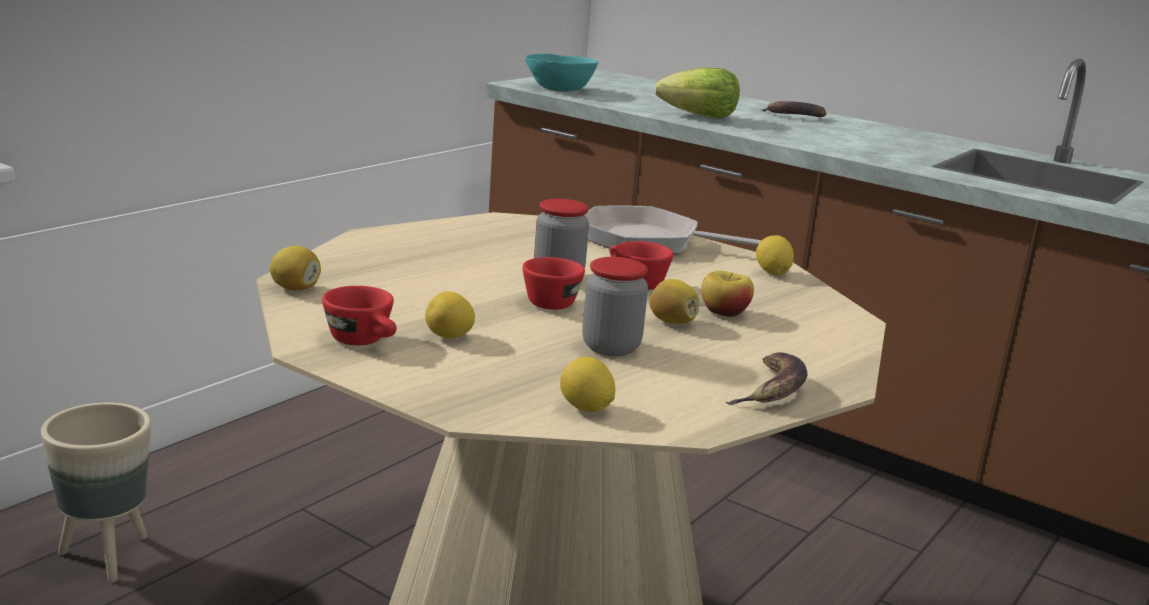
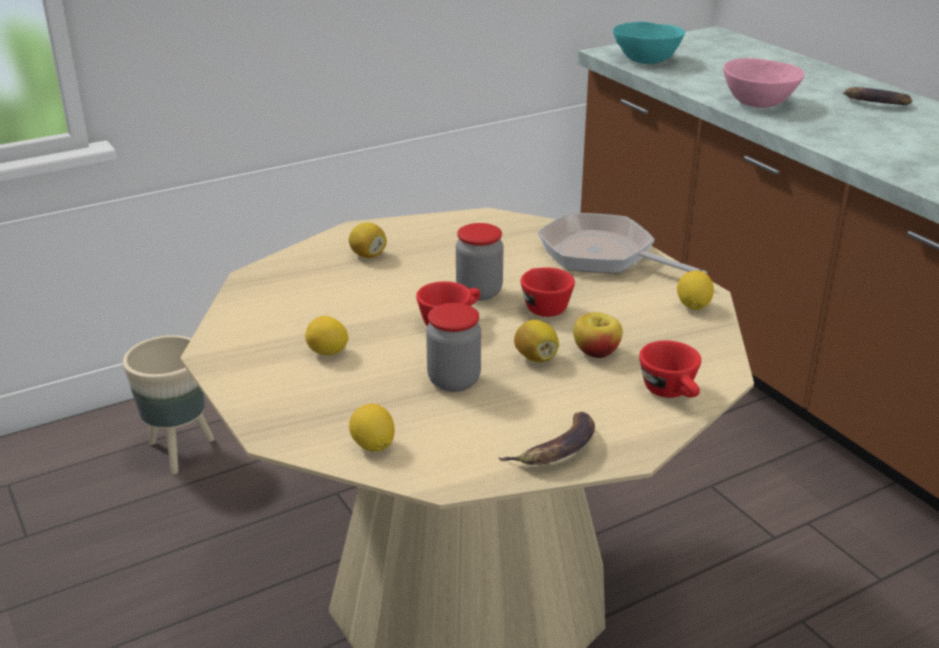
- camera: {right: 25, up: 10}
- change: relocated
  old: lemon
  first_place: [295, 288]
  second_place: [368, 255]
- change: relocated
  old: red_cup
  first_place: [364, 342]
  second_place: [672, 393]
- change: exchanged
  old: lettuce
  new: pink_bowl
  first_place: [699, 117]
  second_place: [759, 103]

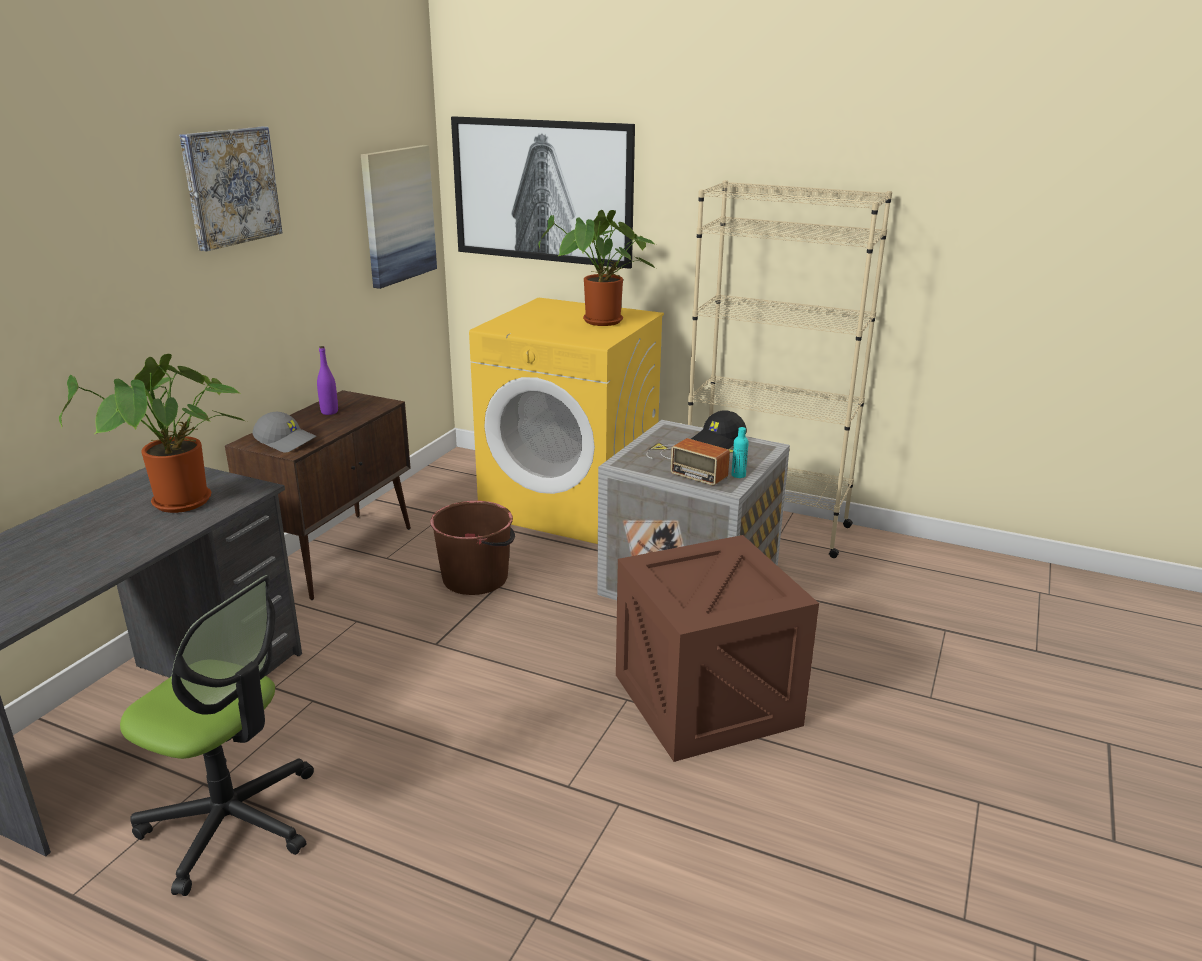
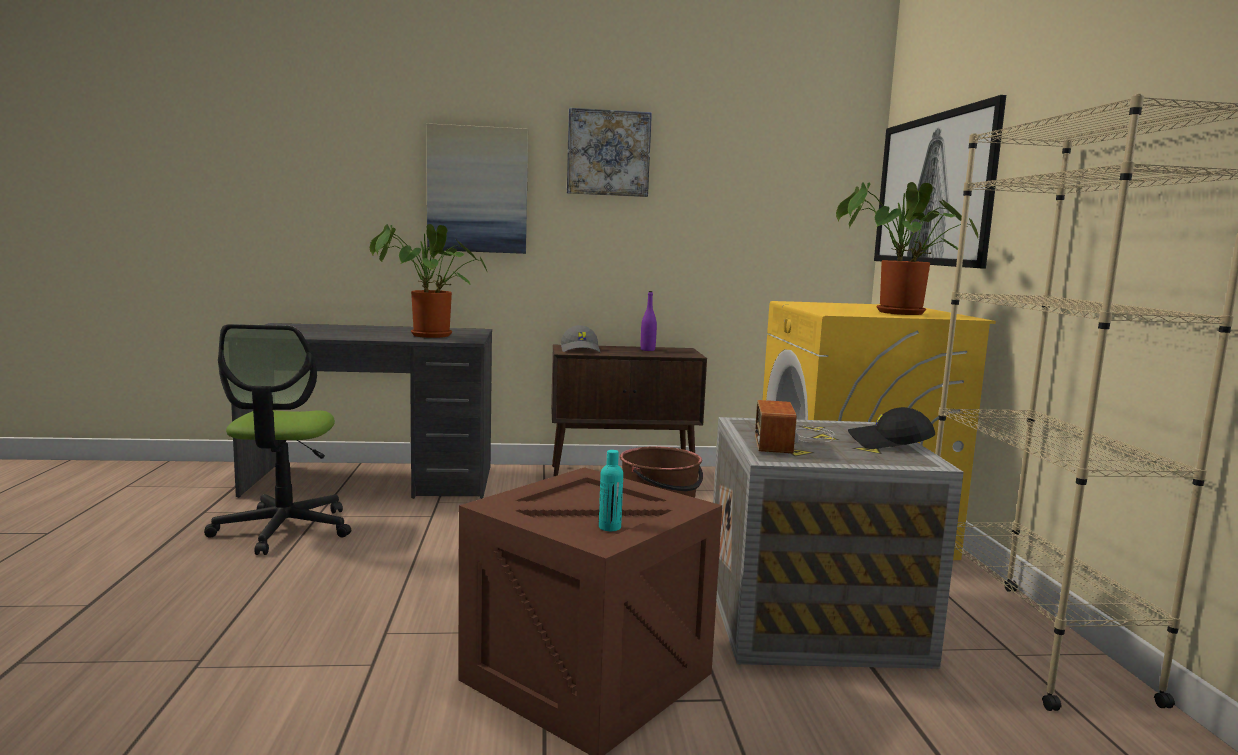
- camera: {right: 60, up: -15}
- change: relocated
  old: picture
  first_place: [398, 215]
  second_place: [477, 190]
- change: relocated
  old: turquoise_bottle
  first_place: [738, 475]
  second_place: [609, 527]

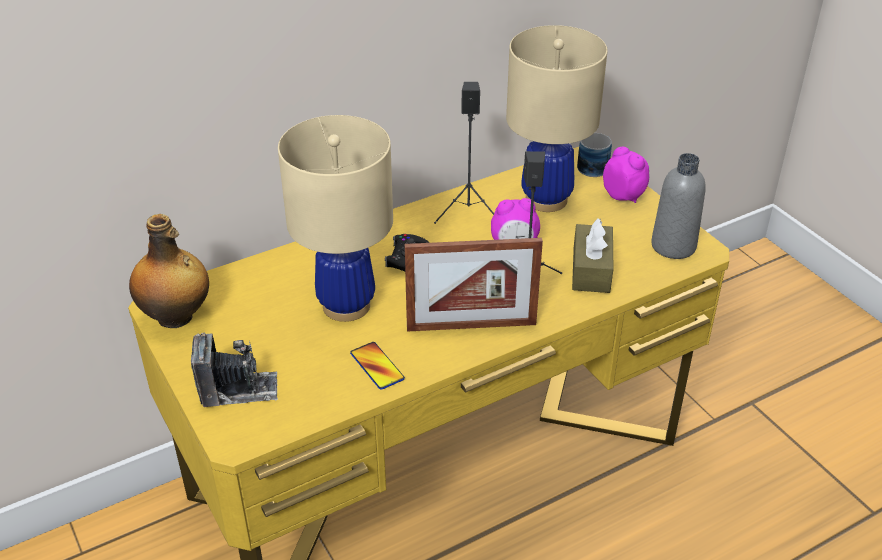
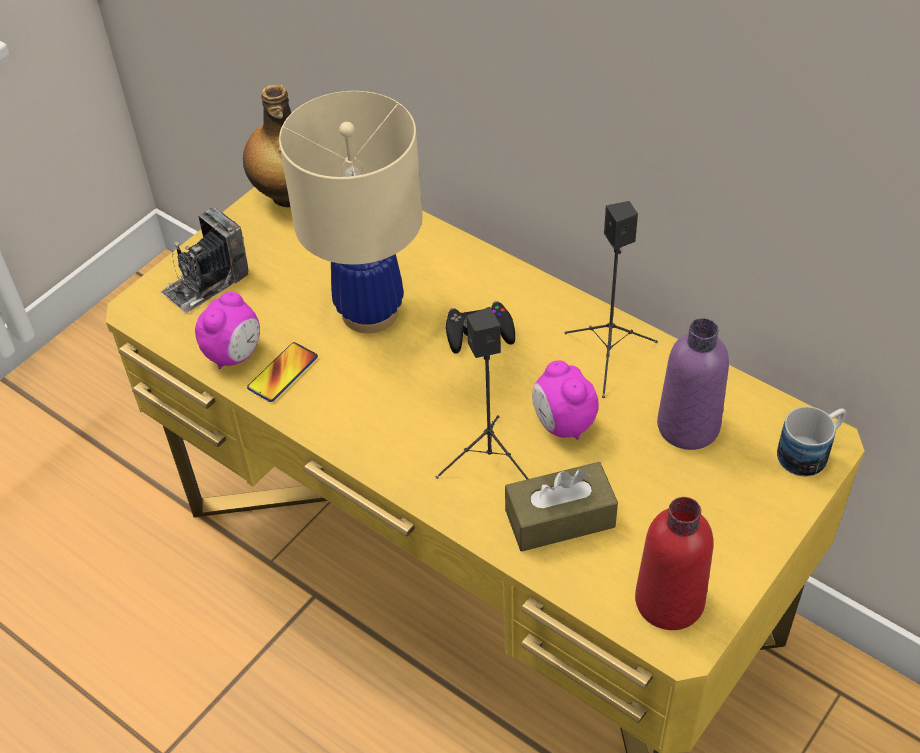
- camera: {right: 70, up: 10}
- change: spun
  old: photo_camera
  first_place: [239, 389]
  second_place: [206, 282]
  degrees: 75
- change: relocated
  old: alarm_clock
  first_place: [624, 195]
  second_place: [234, 354]
- change: colour
  old: grey_bottle
  new: red_bottle
  first_place: [673, 246]
  second_place: [669, 601]
- change: exchanged
  old: beige_table_lamp
  new: purple_bottle
  first_place: [546, 199]
  second_place: [688, 426]
- change: missing
  old: picture_frame
  first_place: [471, 326]

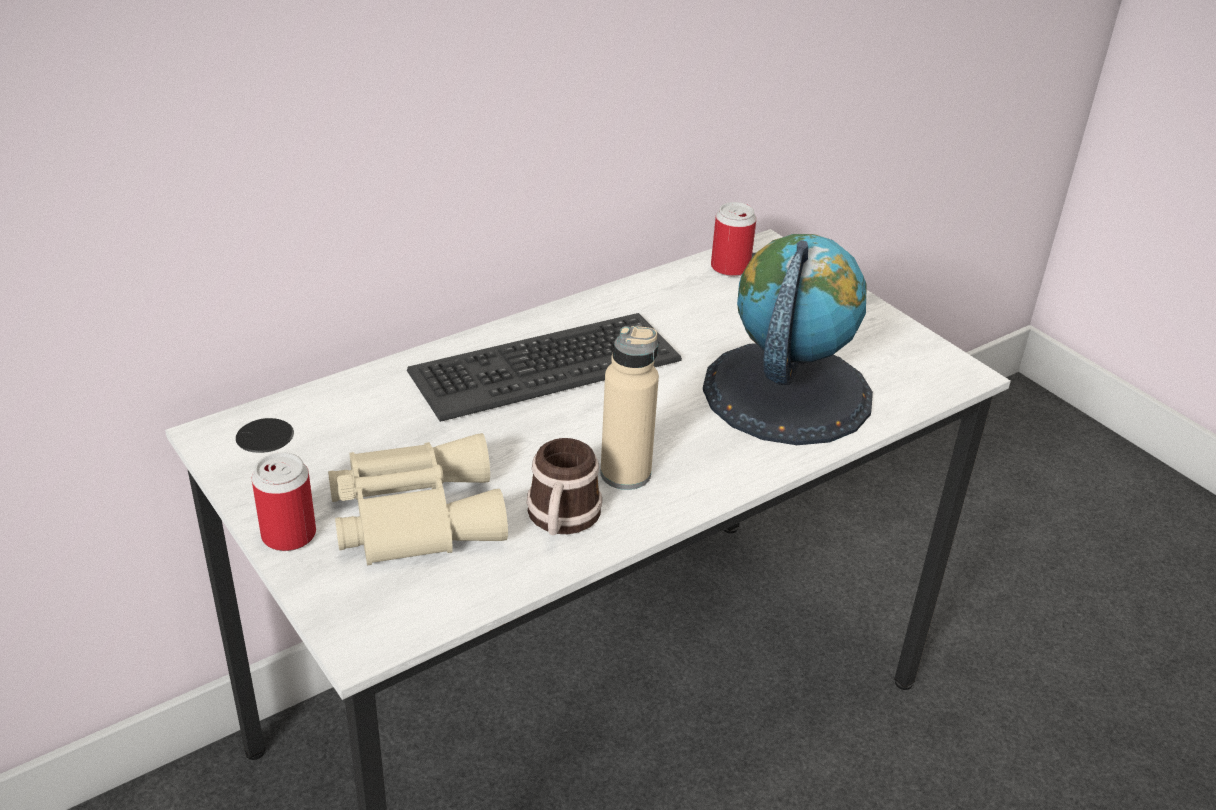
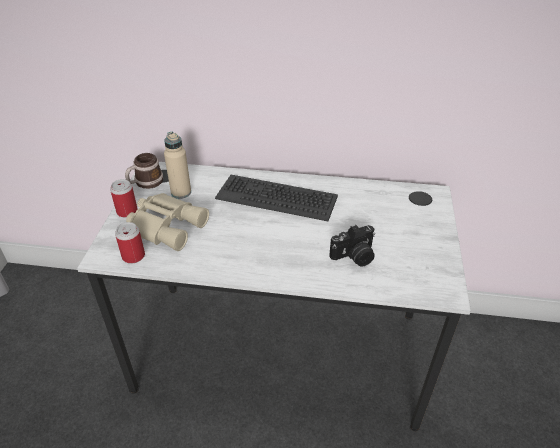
- camera: {right: 45, up: 5}
- change: relocated
  old: can
  first_place: [730, 268]
  second_place: [133, 256]
- change: relocated
  old: mug
  first_place: [561, 520]
  second_place: [145, 182]
- change: relocated
  old: beige_bottle
  first_place: [625, 474]
  second_place: [181, 192]
- change: exchanged
  old: globe
  new: photo_camera
  first_place: [786, 392]
  second_place: [354, 257]

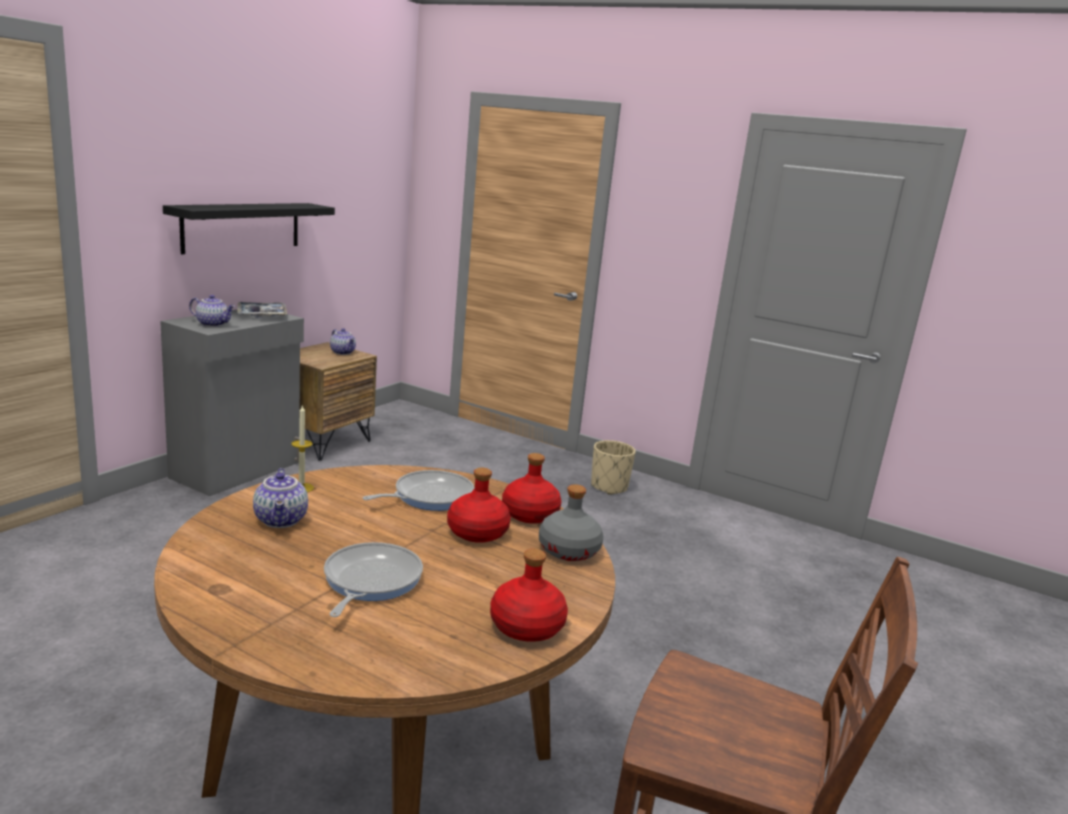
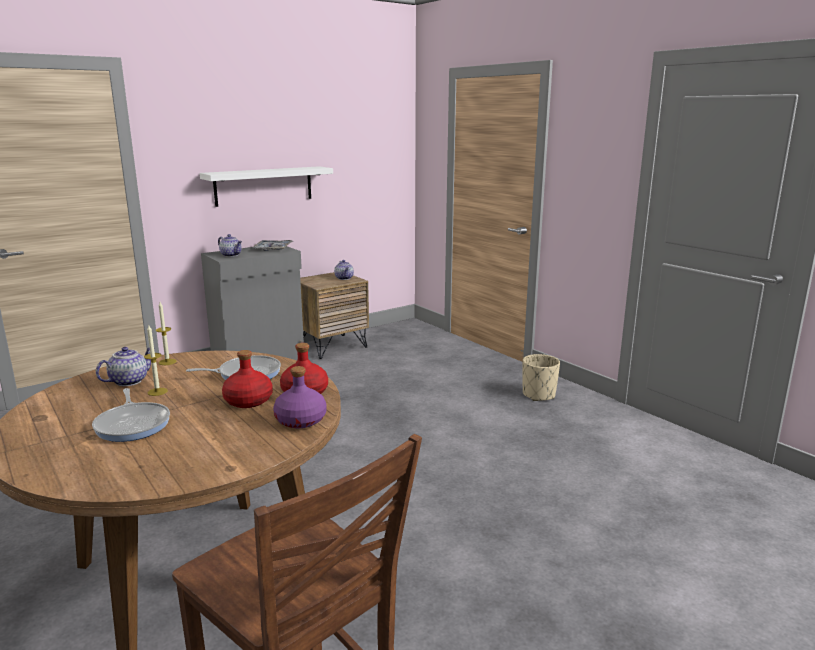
- camera: {right: 25, up: 0}
- change: spun
  old: frying_pan
  first_place: [370, 581]
  second_place: [133, 424]
  degrees: 120
- change: spun
  old: teapot
  first_place: [282, 520]
  second_place: [129, 381]
  degrees: -150
- change: appeared
  new: candle
  second_place: [157, 392]
- change: colour
  old: black_shelf
  new: white_shelf
  first_place: [242, 227]
  second_place: [264, 186]
- change: colour
  old: grey_bottle
  new: purple_bottle
  first_place: [569, 551]
  second_place: [300, 420]
- change: missing
  old: red_bottle
  first_place: [527, 626]

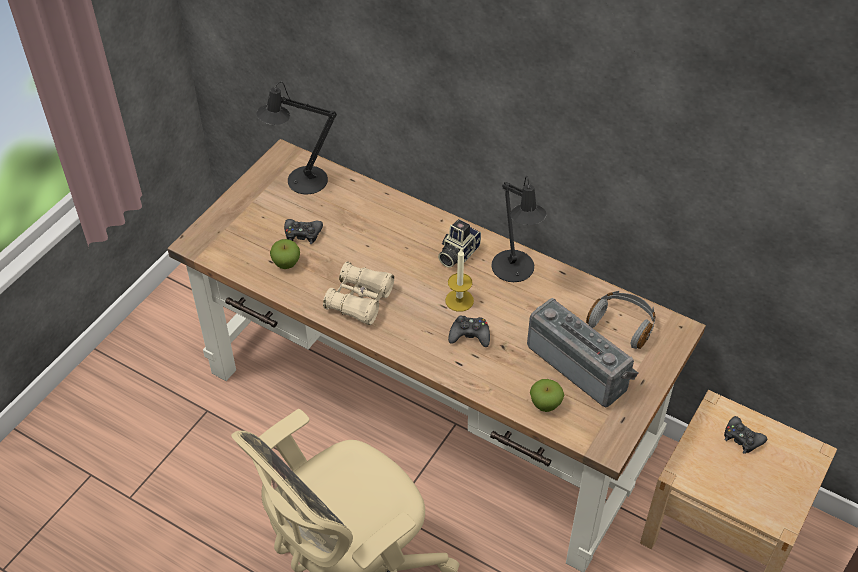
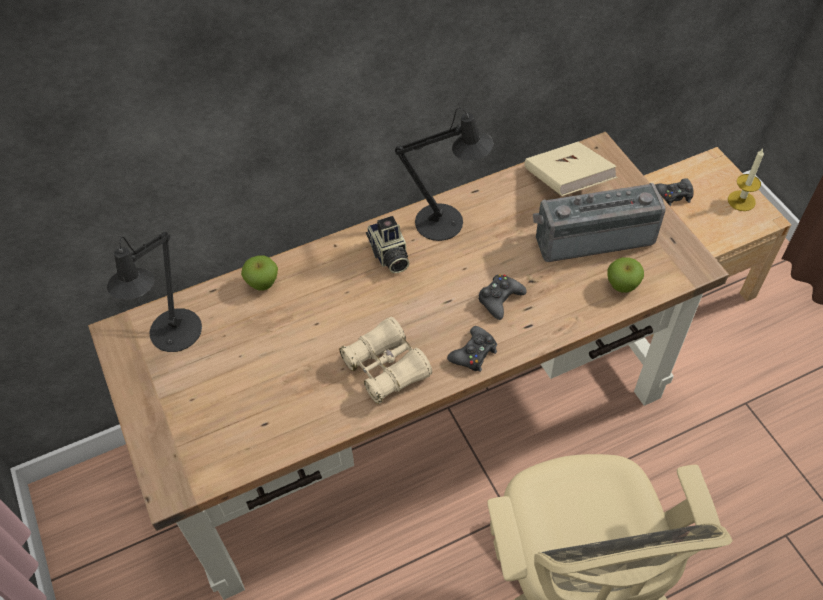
- camera: {right: -55, up: 5}
- change: relocated
  old: apple
  first_place: [286, 264]
  second_place: [263, 283]
- change: relocated
  old: black_game_controller
  first_place: [303, 234]
  second_place: [474, 353]
- change: exchanged
  old: grey_headphones
  new: beige_book
  first_place: [622, 324]
  second_place: [566, 183]
- change: relocated
  old: candle
  first_place: [459, 300]
  second_place: [741, 201]

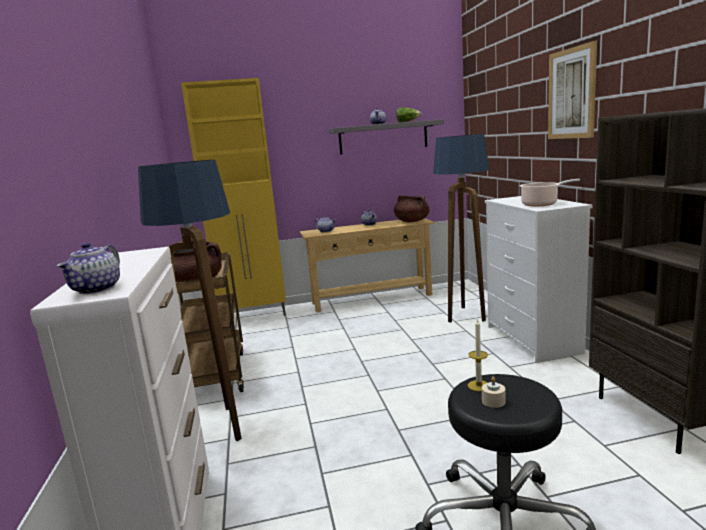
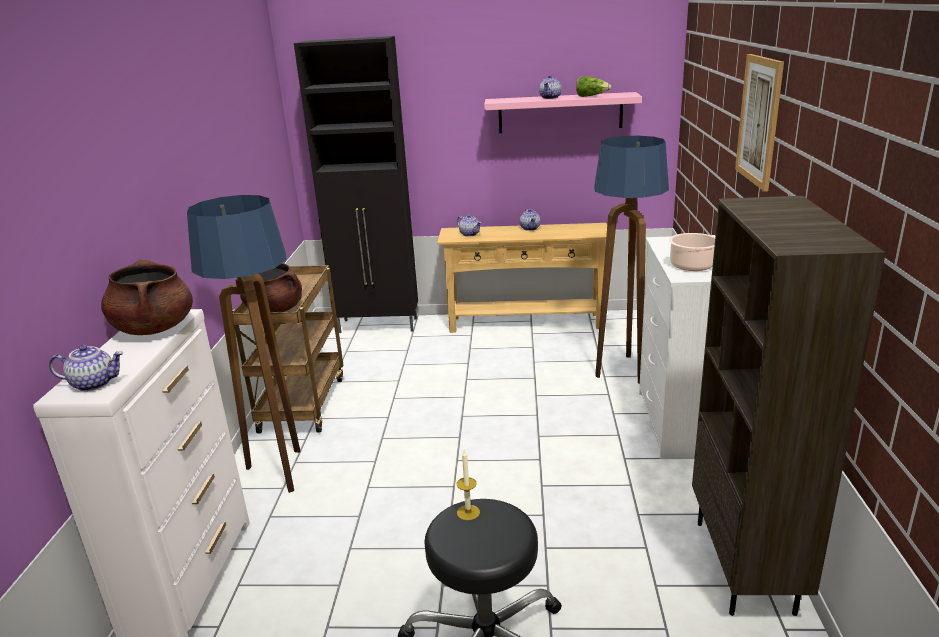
- camera: {right: 15, up: 10}
- change: spun
  old: teapot
  first_place: [96, 289]
  second_place: [94, 383]
  degrees: -120
- change: relocated
  old: brown_cooking_pot
  first_place: [411, 221]
  second_place: [154, 328]
- change: colour
  old: yellow_cabinet
  new: black_cabinet
  first_place: [255, 316]
  second_place: [379, 326]
- change: colour
  old: grey_shelf
  new: pink_shelf
  first_place: [383, 137]
  second_place: [560, 113]
- change: missing
  old: beige_candle
  first_place: [493, 401]

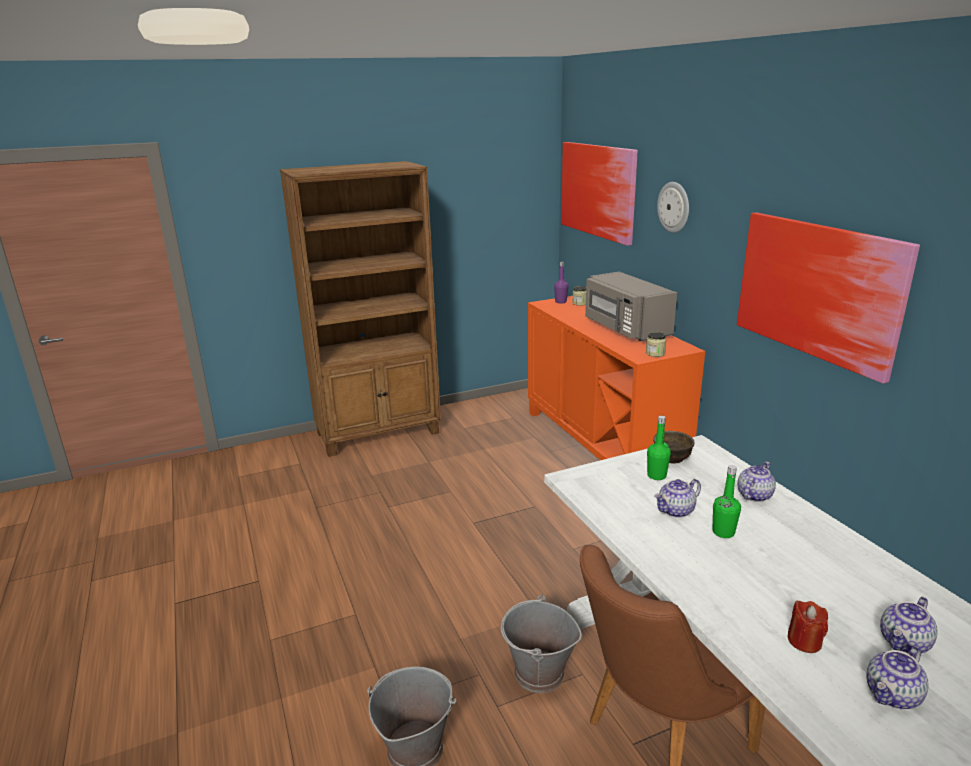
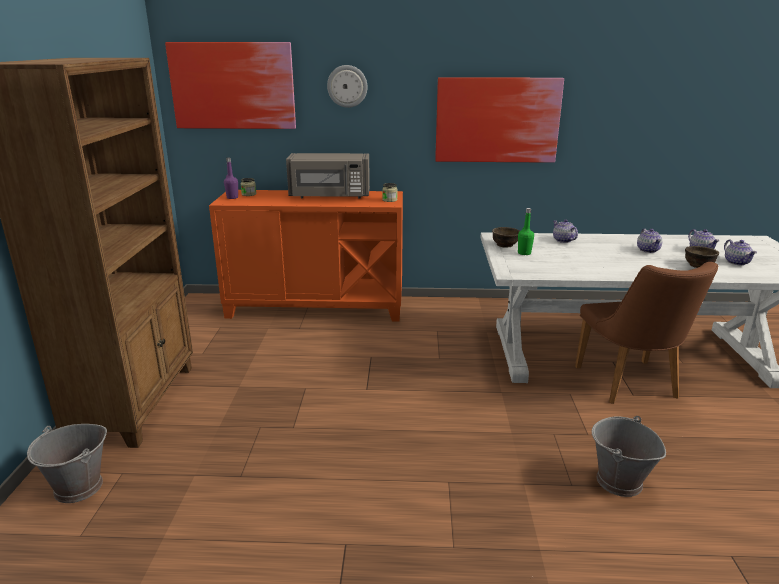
- camera: {right: -65, up: 0}
- change: relocated
  old: grey_bucket
  first_place: [538, 674]
  second_place: [78, 488]
- change: relocated
  old: teapot
  first_place: [676, 511]
  second_place: [648, 250]
- change: exchanged
  old: red_candle
  new: brown_bowl
  first_place: [804, 641]
  second_place: [698, 265]
- change: missing
  old: green_bottle
  first_place: [723, 532]

